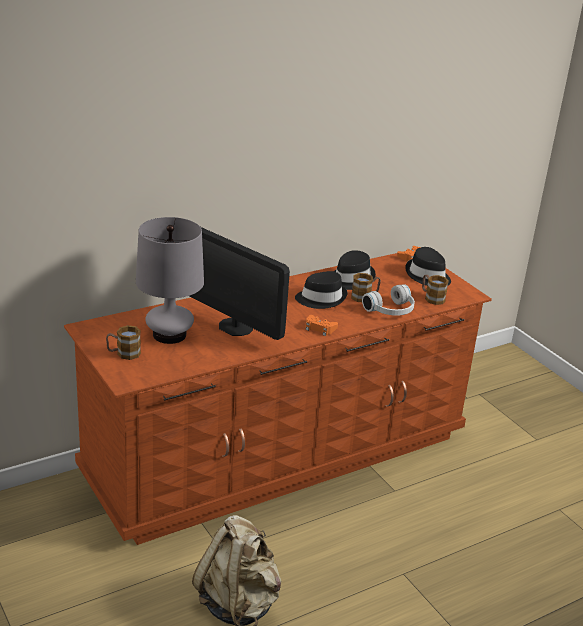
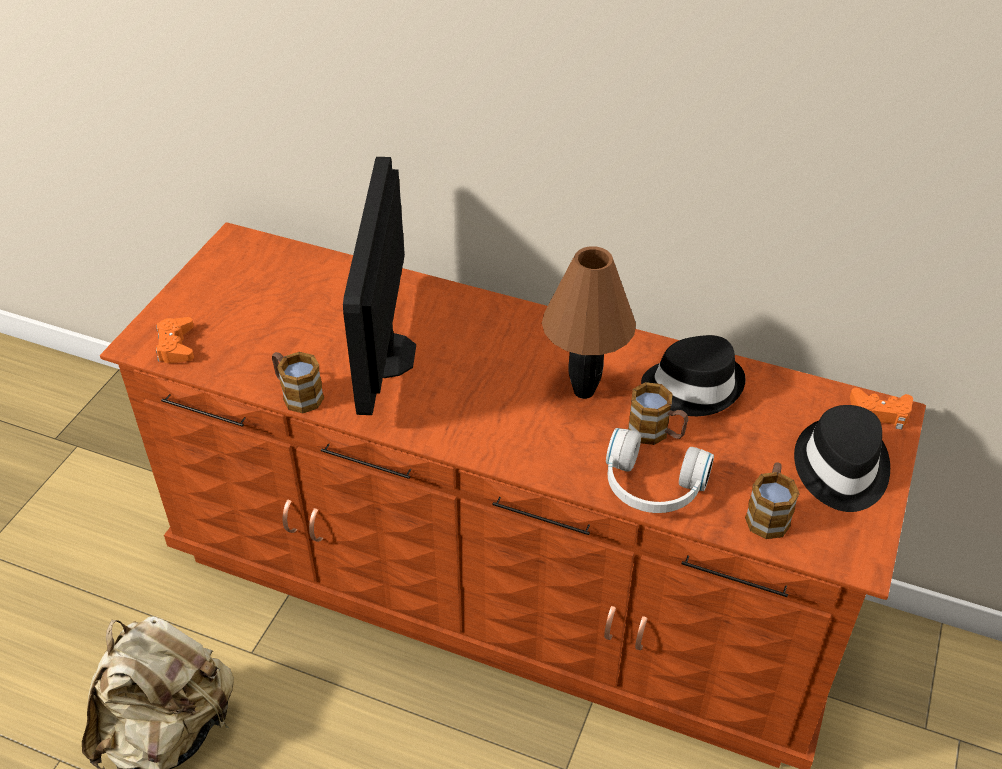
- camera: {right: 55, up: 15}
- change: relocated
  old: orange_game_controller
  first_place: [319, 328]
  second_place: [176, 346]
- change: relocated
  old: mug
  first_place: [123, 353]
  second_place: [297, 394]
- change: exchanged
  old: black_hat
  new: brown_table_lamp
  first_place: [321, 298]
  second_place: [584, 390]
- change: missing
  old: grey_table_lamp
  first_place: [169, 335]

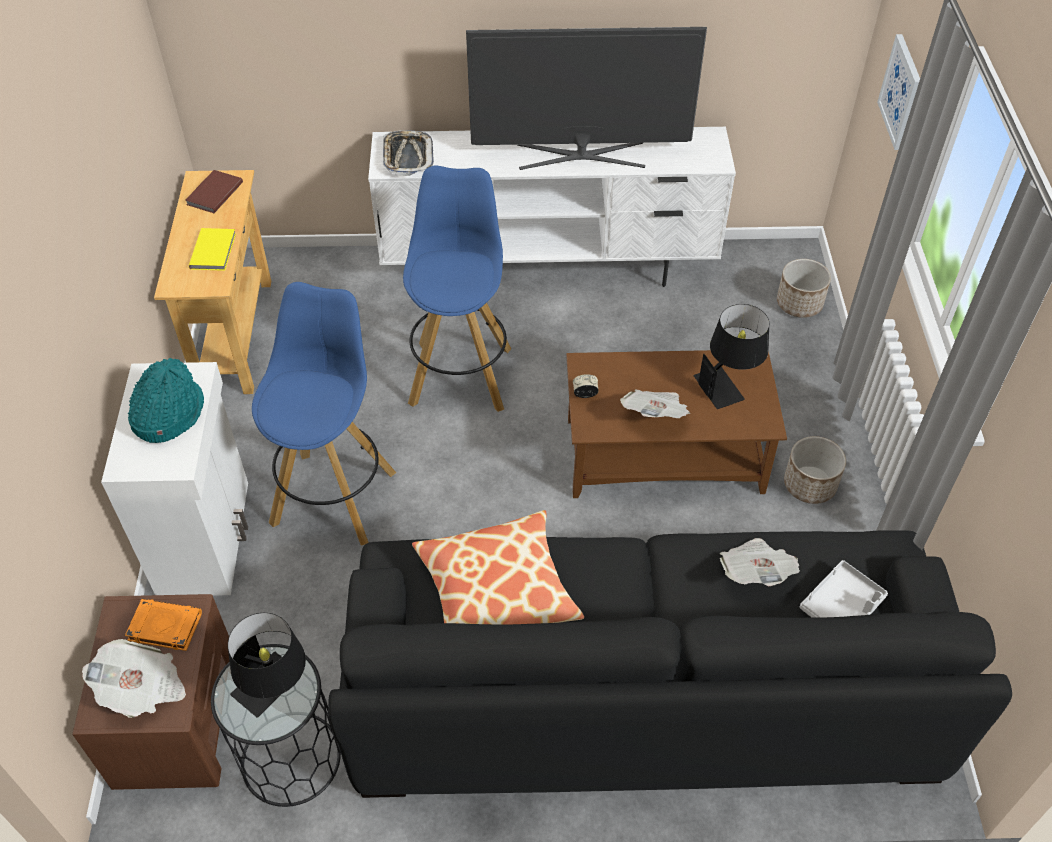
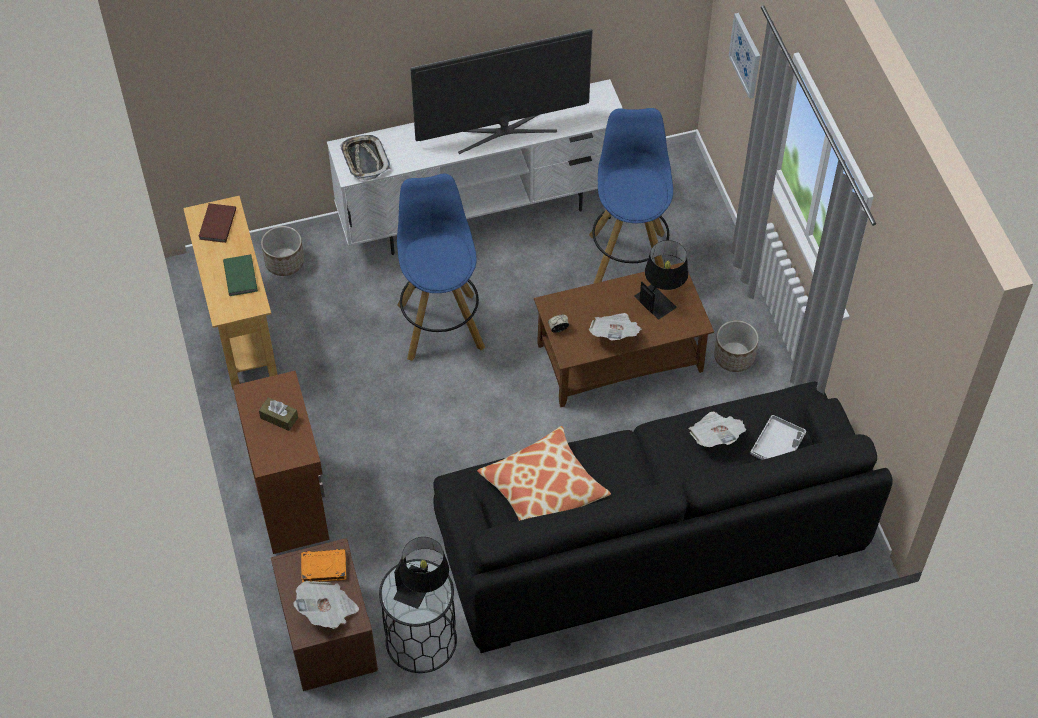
- camera: {right: -15, up: 5}
- change: colour
  old: yellow_book
  new: green_book
  first_place: [214, 250]
  second_place: [241, 276]
- change: colour
  old: white_cabinet
  new: brown_cabinet
  first_place: [206, 536]
  second_place: [291, 500]
- change: exchanged
  old: turquoise_hat
  new: brown_tissue_box
  first_place: [168, 414]
  second_place: [279, 418]
- change: relocated
  old: planter
  first_place: [799, 304]
  second_place: [285, 262]
- change: relocated
  old: blue_stool
  first_place: [334, 495]
  second_place: [628, 258]

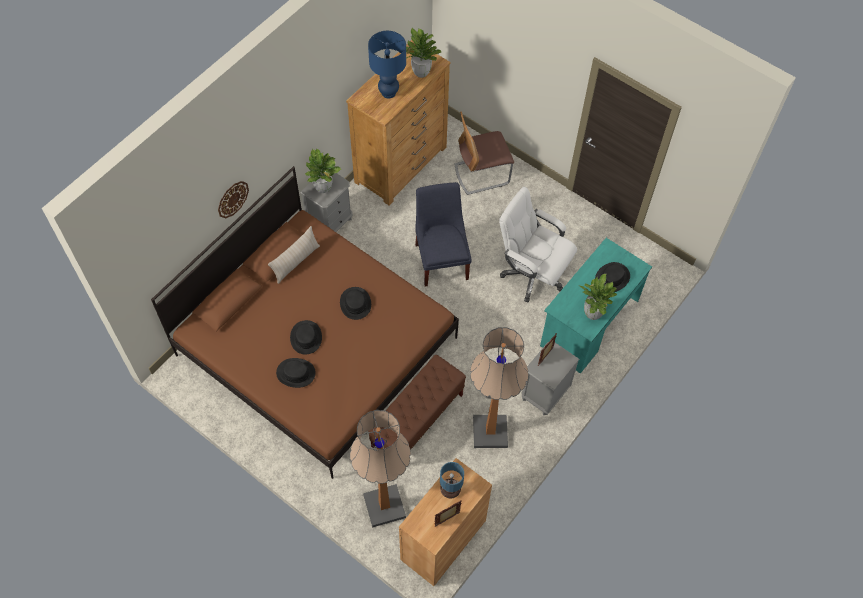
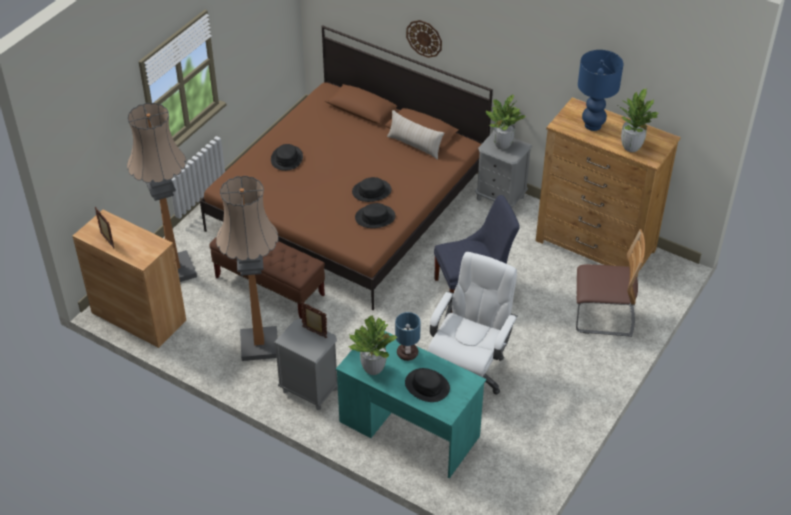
- camera: {right: 85, up: -15}
- change: relocated
  old: black_hat
  first_place: [306, 338]
  second_place: [375, 217]
- change: relocated
  old: table_lamp
  first_place: [451, 489]
  second_place: [408, 354]
- change: spun
  old: chair
  first_place: [481, 174]
  second_place: [603, 316]
  degrees: 120

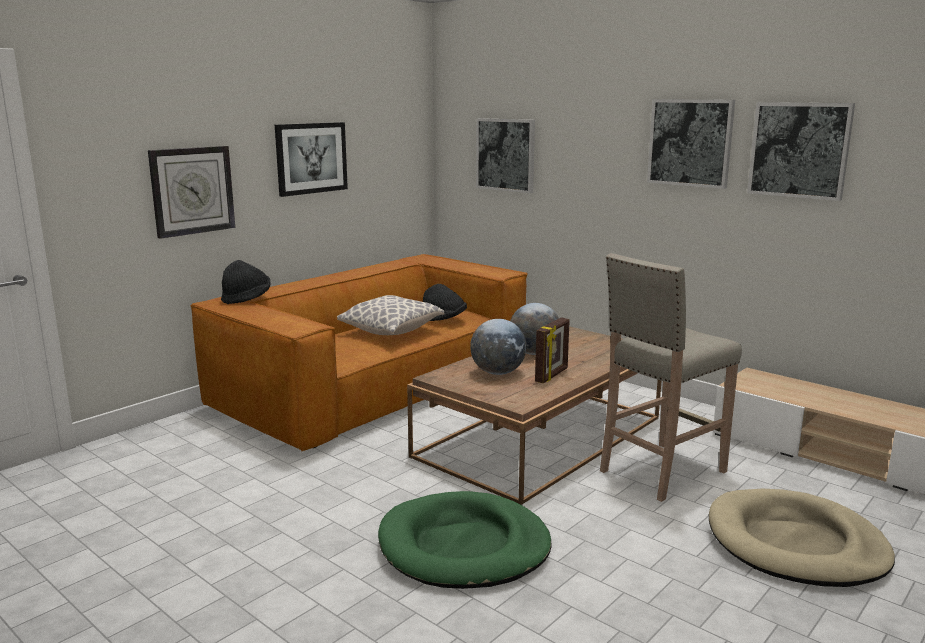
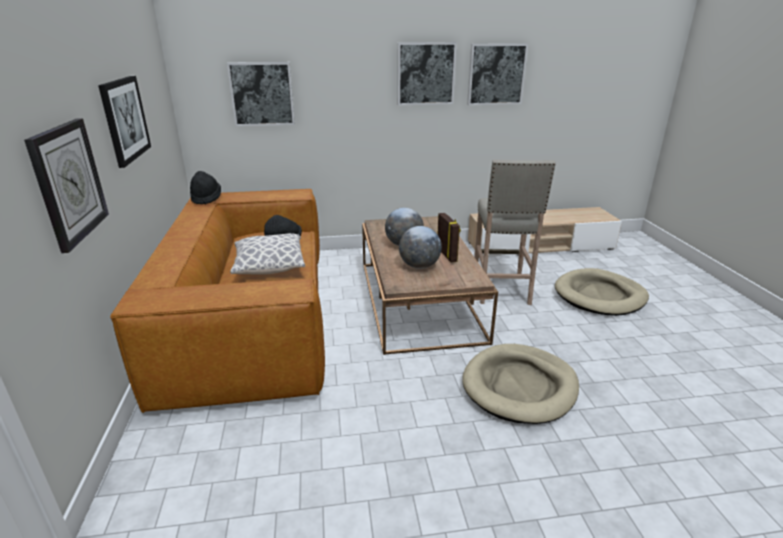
- camera: {right: -50, up: 10}
- change: relocated
  old: black_hat
  first_place: [246, 299]
  second_place: [206, 199]
- change: colour
  old: green_dog_bed
  new: beige_dog_bed
  first_place: [464, 546]
  second_place: [519, 386]

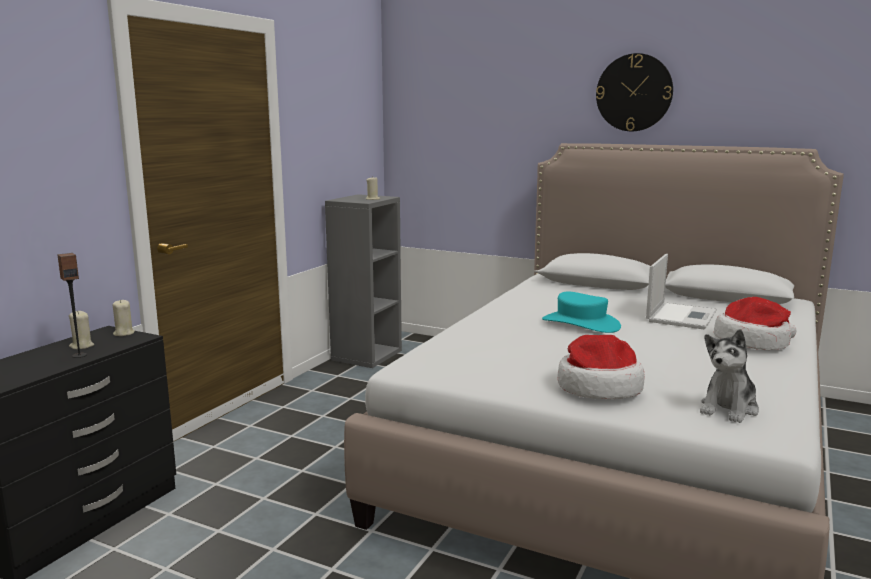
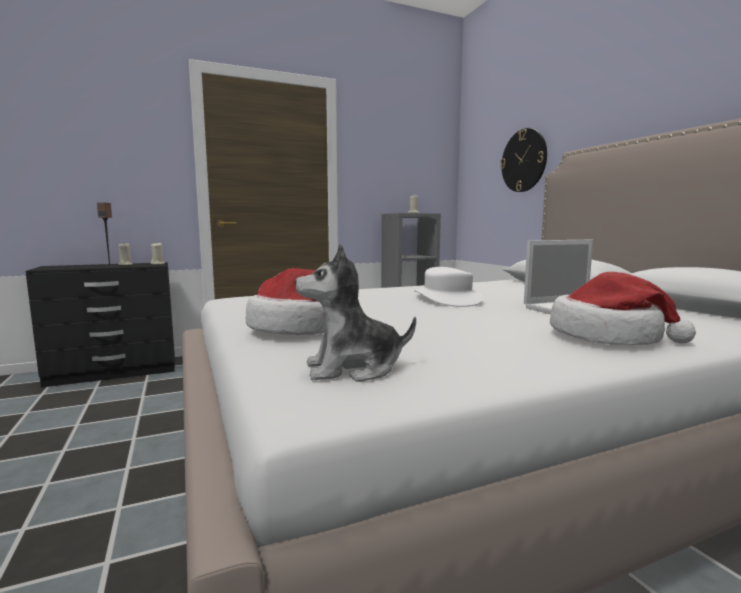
- camera: {right: 40, up: -5}
- change: colour
  old: turquoise_hat
  new: white_hat
  first_place: [581, 323]
  second_place: [447, 299]
- change: relocated
  old: wall_clock
  first_place: [634, 92]
  second_place: [524, 160]

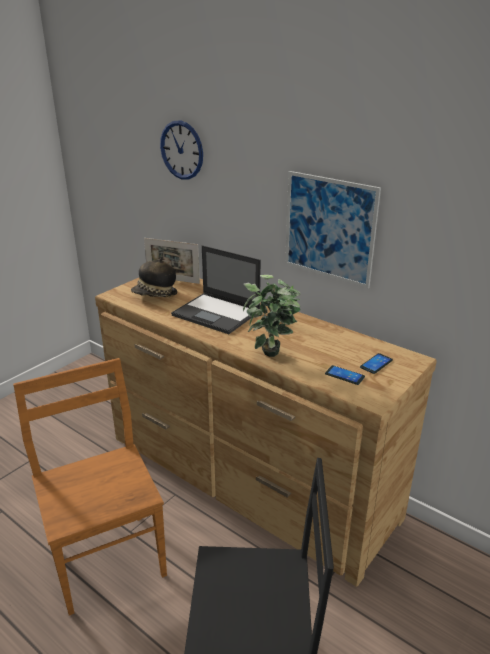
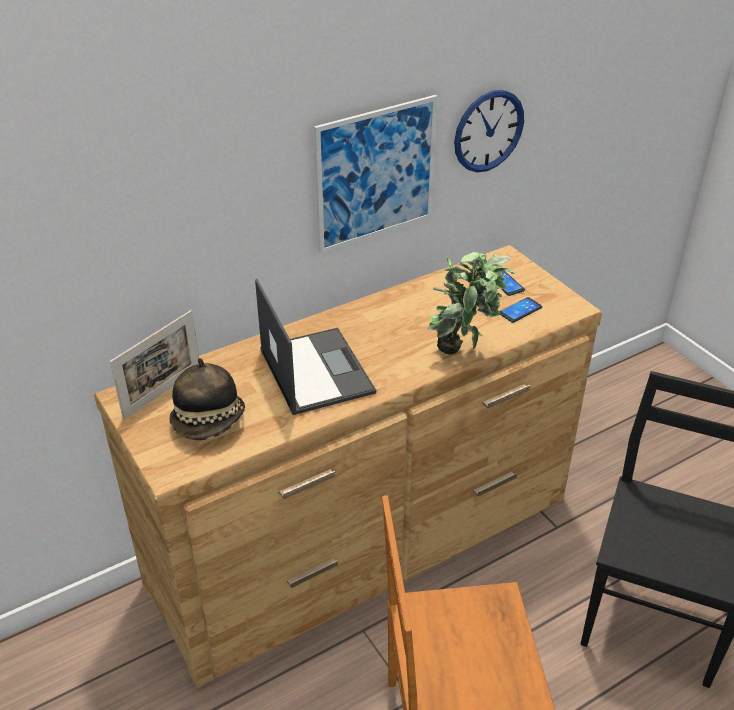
- camera: {right: -70, up: 10}
- change: spun
  old: laptop
  first_place: [217, 313]
  second_place: [315, 370]
  degrees: -75
- change: relocated
  old: wall_clock
  first_place: [182, 150]
  second_place: [488, 131]

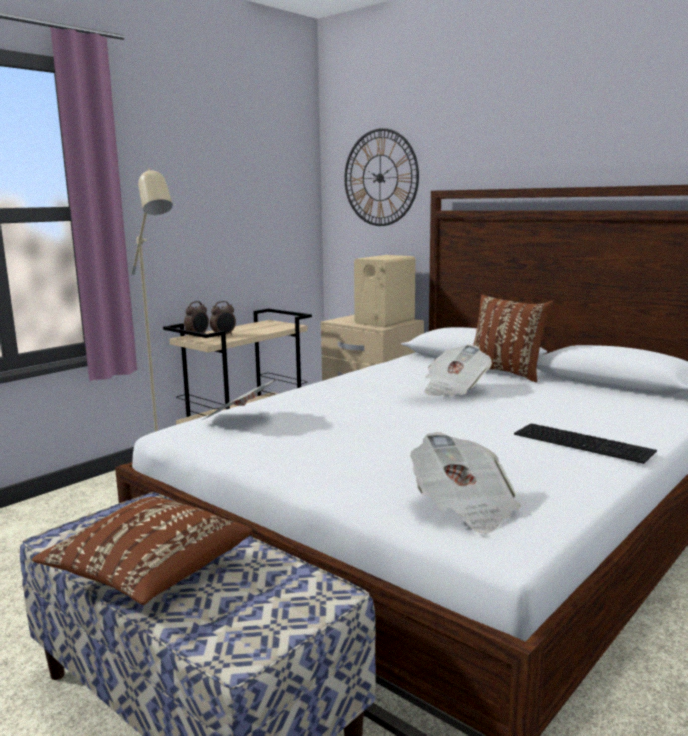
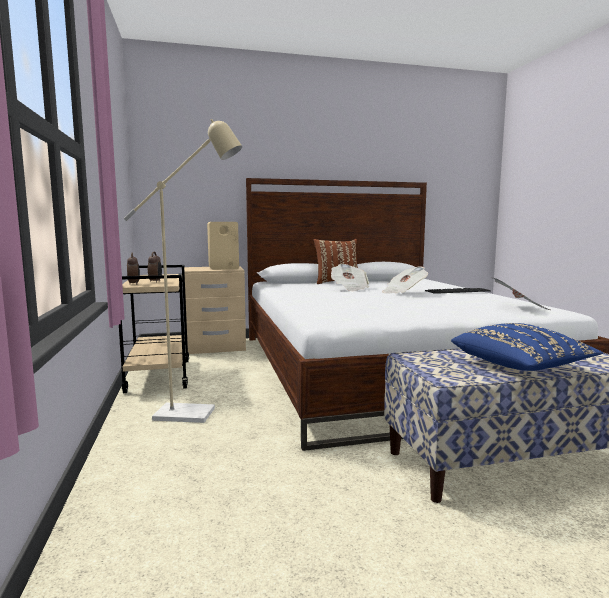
- camera: {right: -55, up: -5}
- change: relocated
  old: newspaper
  first_place: [240, 419]
  second_place: [403, 292]
- change: colour
  old: brown_pillow
  new: blue_pillow
  first_place: [149, 573]
  second_place: [520, 366]
- change: missing
  old: wall_clock
  first_place: [380, 178]

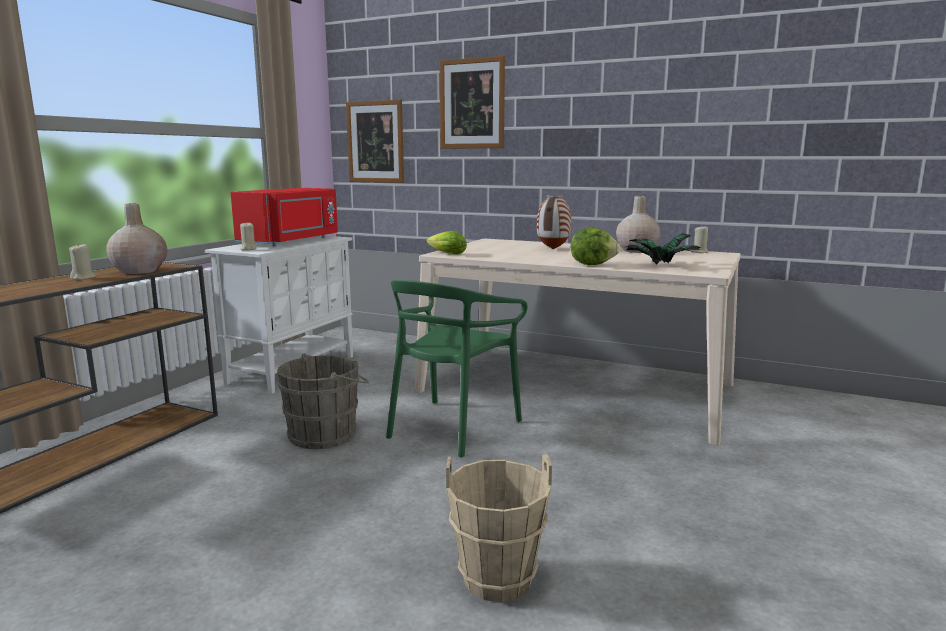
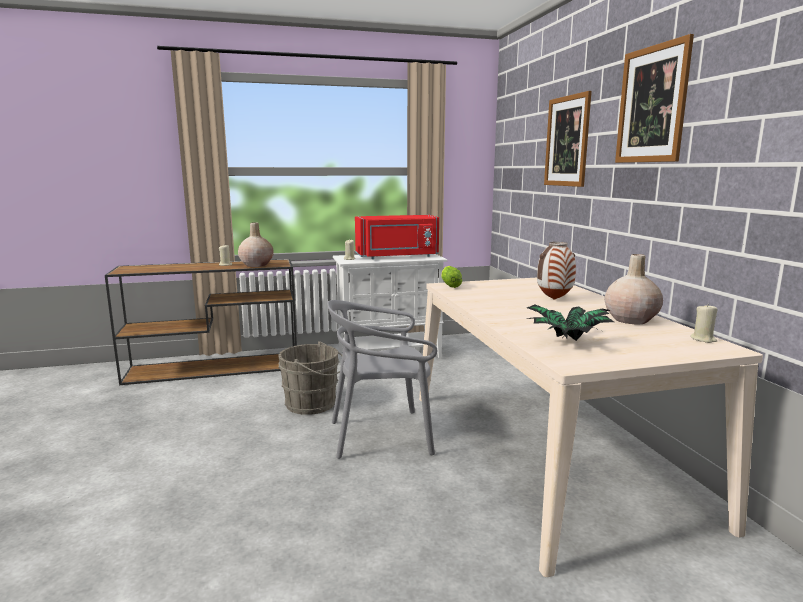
- camera: {right: 50, up: 0}
- change: colour
  old: green_chair
  new: grey_chair
  first_place: [452, 427]
  second_place: [381, 435]
- change: relocated
  old: picture
  first_place: [375, 142]
  second_place: [652, 105]
- change: missing
  old: beige_bucket
  first_place: [497, 579]
- change: missing
  old: lettuce
  first_place: [592, 264]

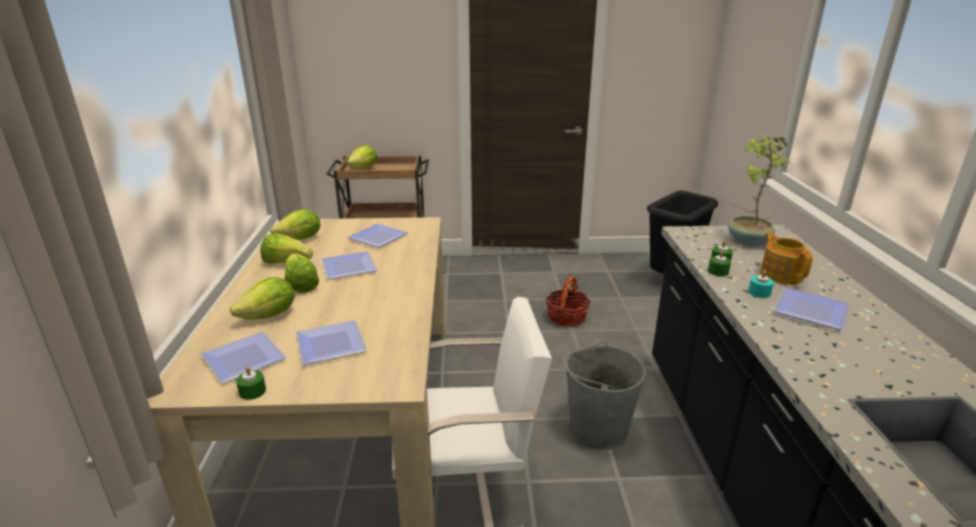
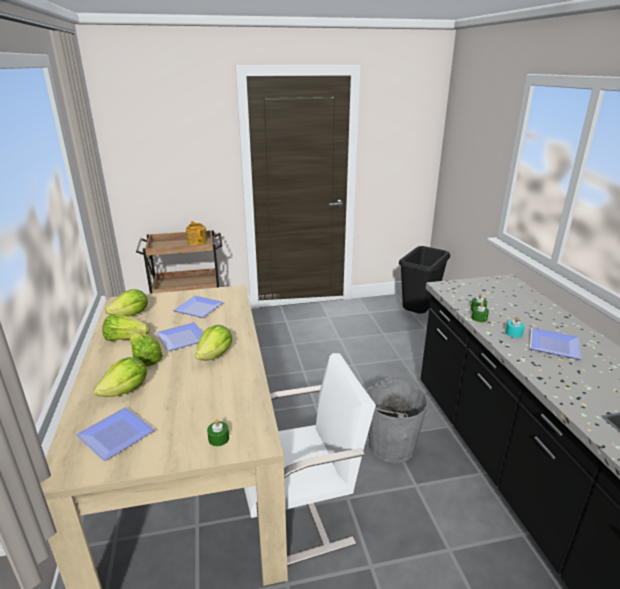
- camera: {right: -10, up: 0}
- change: relocated
  old: teapot
  first_place: [781, 275]
  second_place: [197, 241]
- change: relocated
  old: lettuce
  first_place: [363, 168]
  second_place: [215, 355]
- change: relocated
  old: green_candle
  first_place: [252, 391]
  second_place: [218, 439]
- change: missing
  old: plate
  first_place: [333, 343]
- change: missing
  old: basket
  first_place: [567, 317]
- change: missing
  old: potted_plant
  first_place: [747, 241]

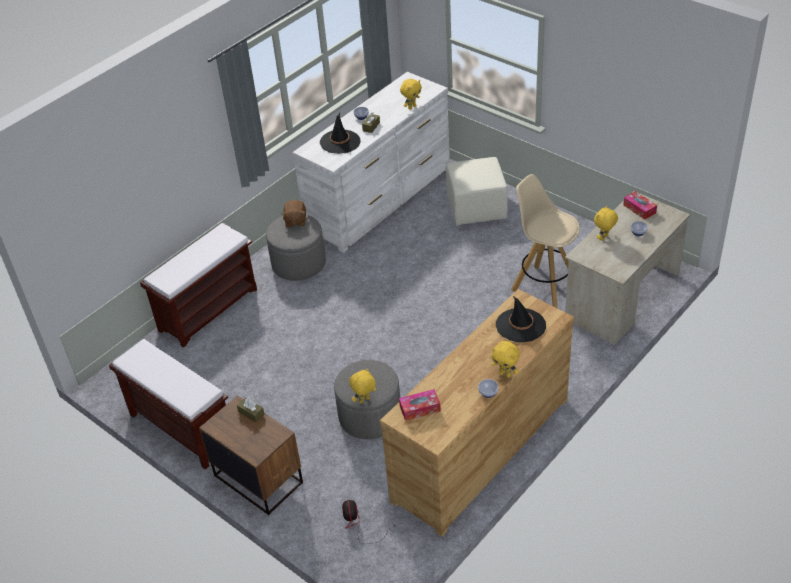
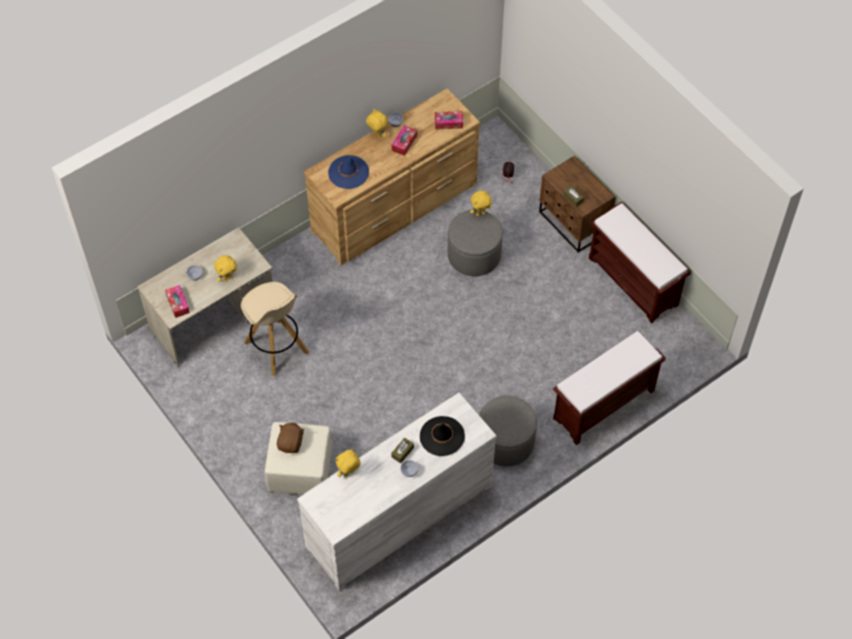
- camera: {right: -170, up: 15}
- change: relocated
  old: brown_plush_toy
  first_place: [295, 221]
  second_place: [291, 443]
- change: colour
  old: black_hat
  new: blue_hat
  first_place: [520, 325]
  second_place: [348, 172]
- change: appeared
  new: tissue_box
  second_place: [404, 143]

